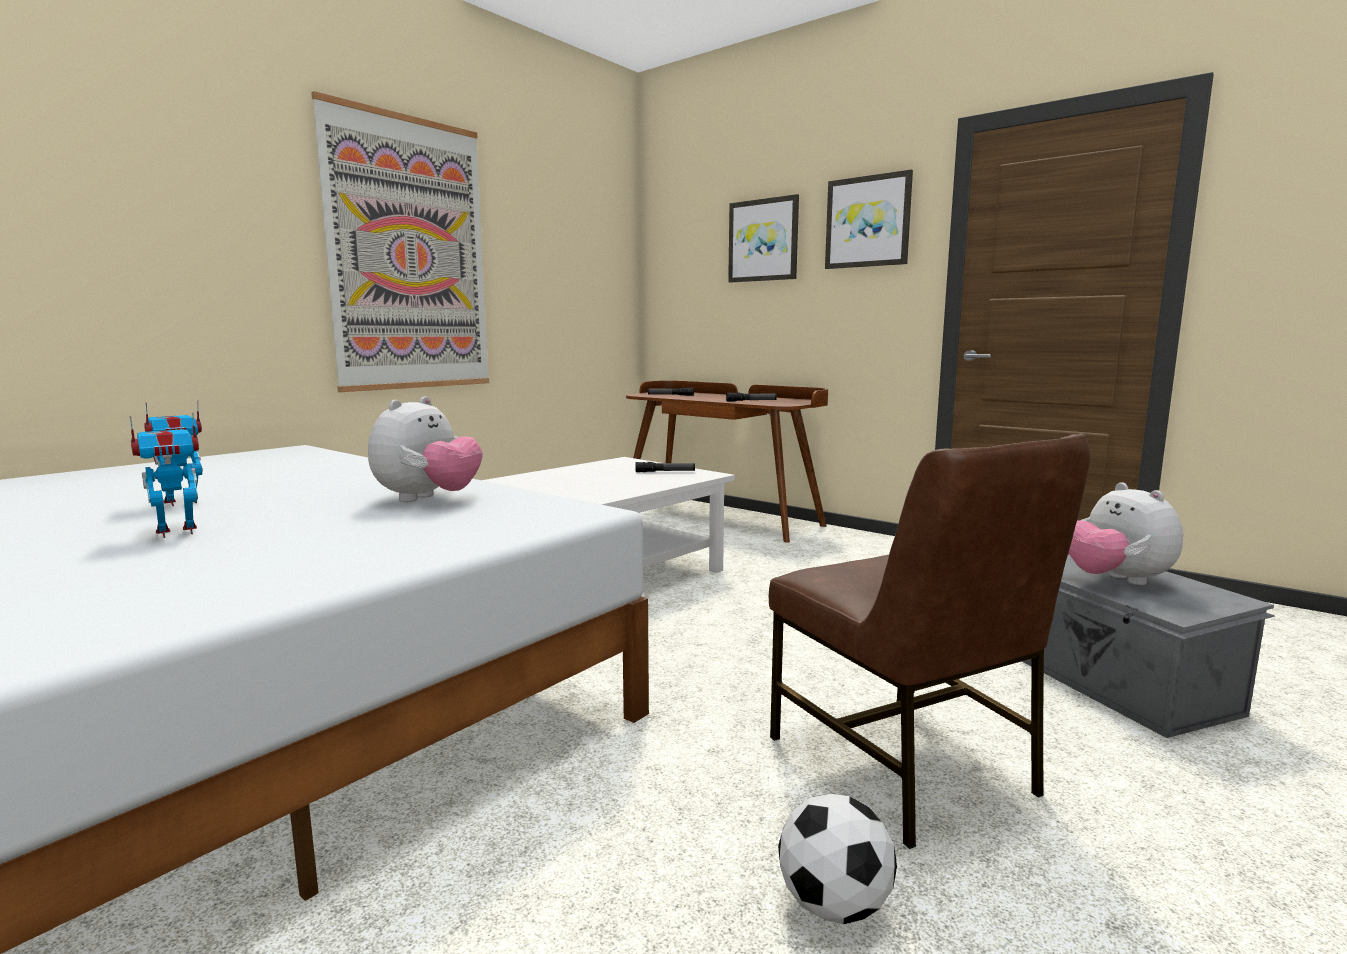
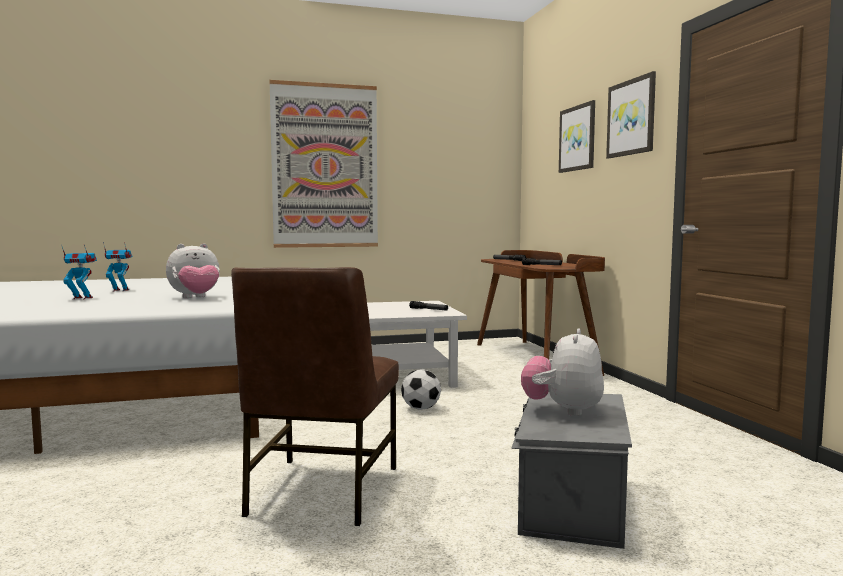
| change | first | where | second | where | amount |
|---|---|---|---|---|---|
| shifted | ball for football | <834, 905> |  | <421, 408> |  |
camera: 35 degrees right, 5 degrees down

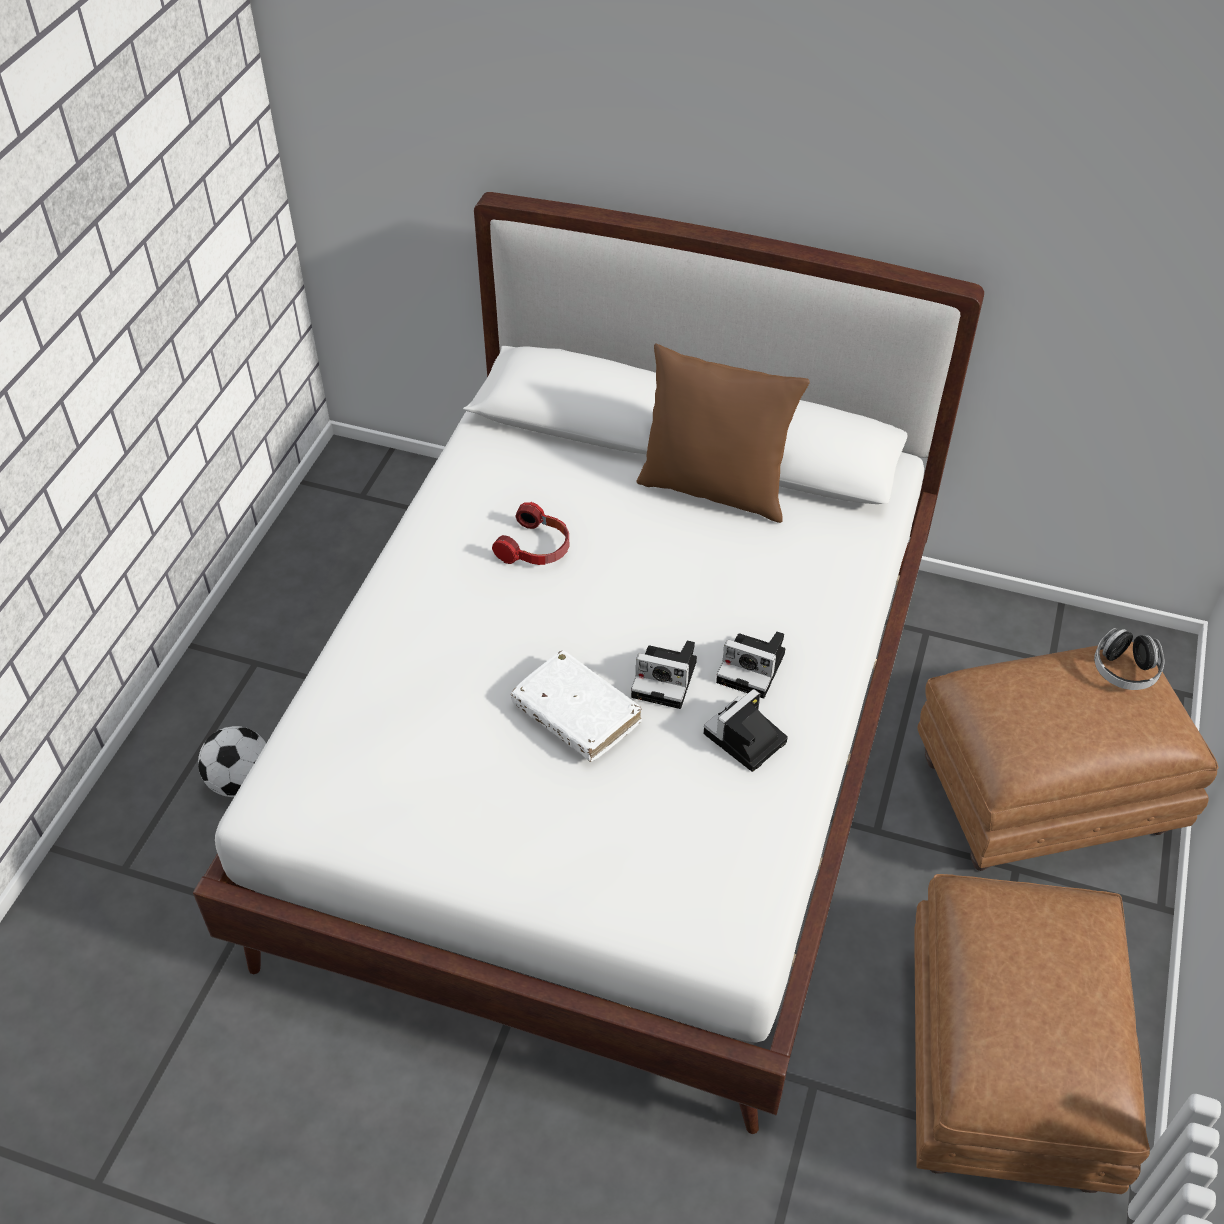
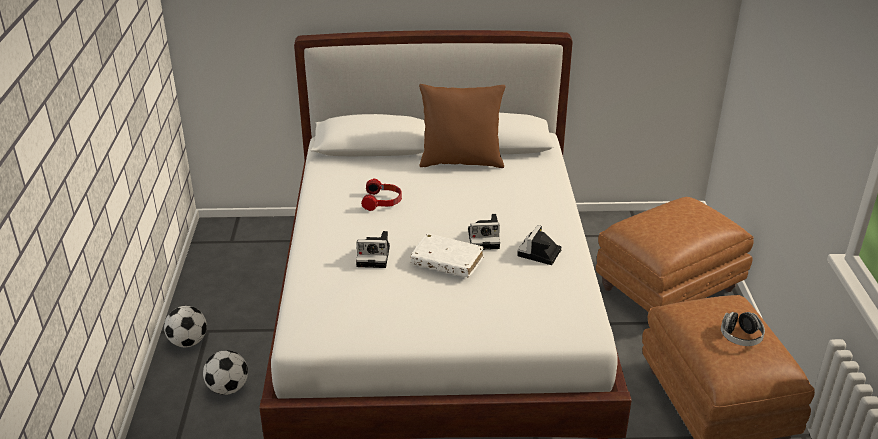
| change | first | where | second | where | amount |
|---|---|---|---|---|---|
| shifted | still camera | <754, 668> |  | <375, 256> |  |
| shifted | pair of headphones | <1124, 671> |  | <740, 337> |  |
| new |  |  | ball for football | <188, 342> |  |
camera: 20 degrees left, 15 degrees down

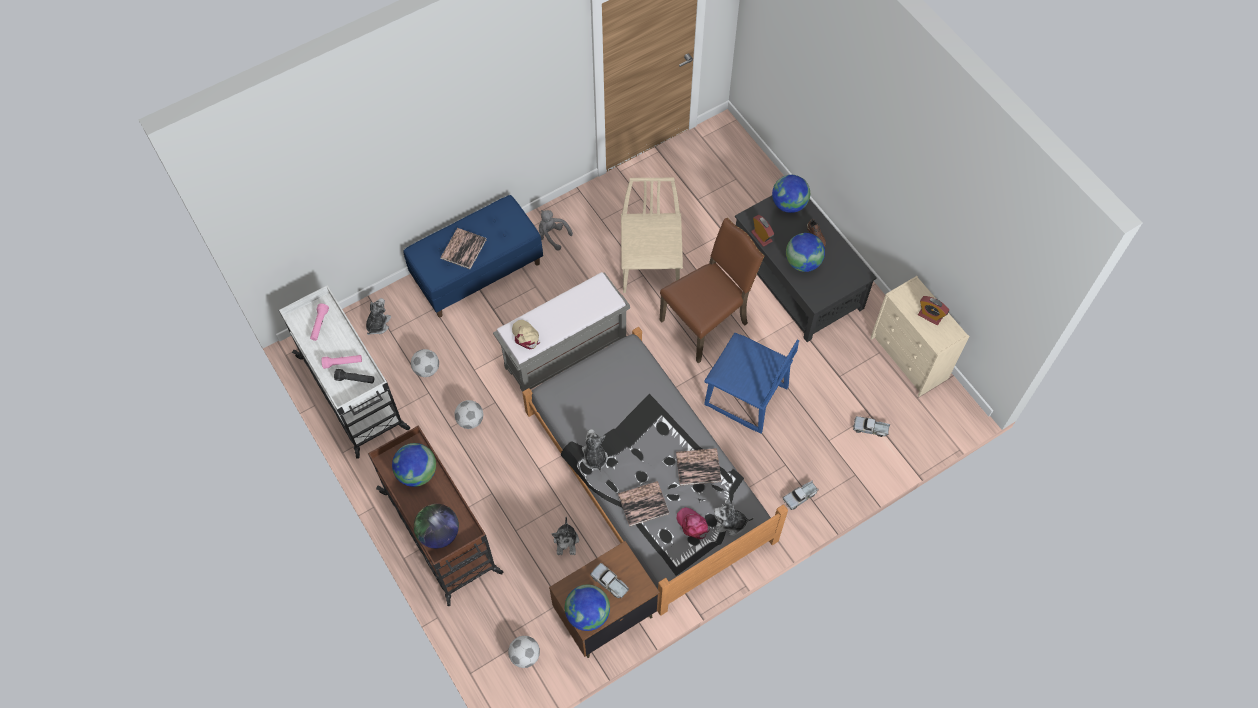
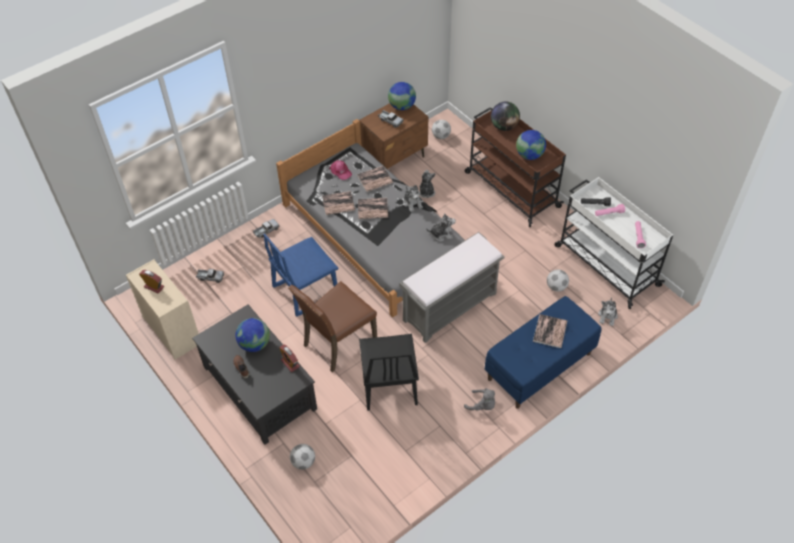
| change | first | where | second | where | amount |
|---|---|---|---|---|---|
| shifted | ball for football | <470, 420> |  | <303, 462> |  |
| gone | beige peaked cap | <525, 336> |  |  |  |
| repainted | beige upright chair | <651, 267> | black upright chair | <388, 385> |  |
| rotated | blue upright chair | <745, 397> |  | <305, 290> | 60 degrees counterclockwise |
| shifted | cuddly toy | <730, 523> |  | <441, 234> |  |
| gone | desk globe | <789, 204> |  |  |  |
| new |  |  | bound book | <372, 209> |  |
camera: 175 degrees right, 10 degrees down

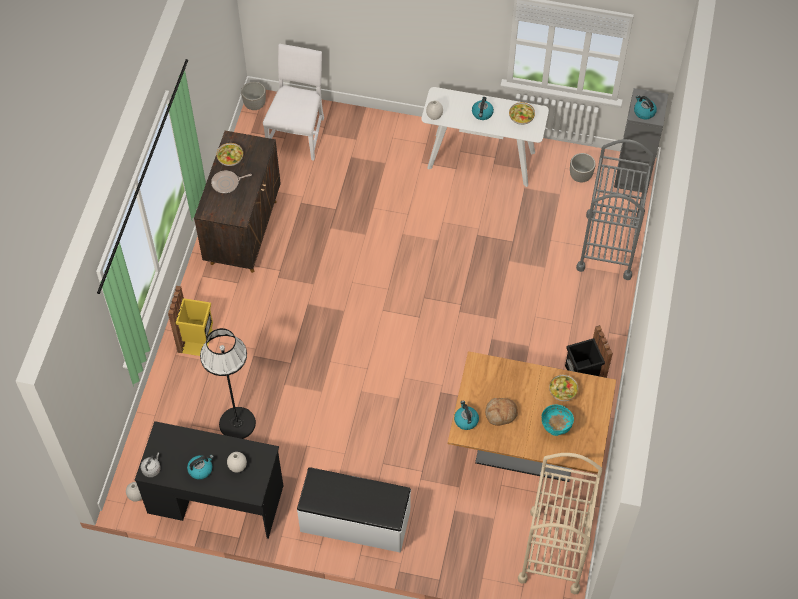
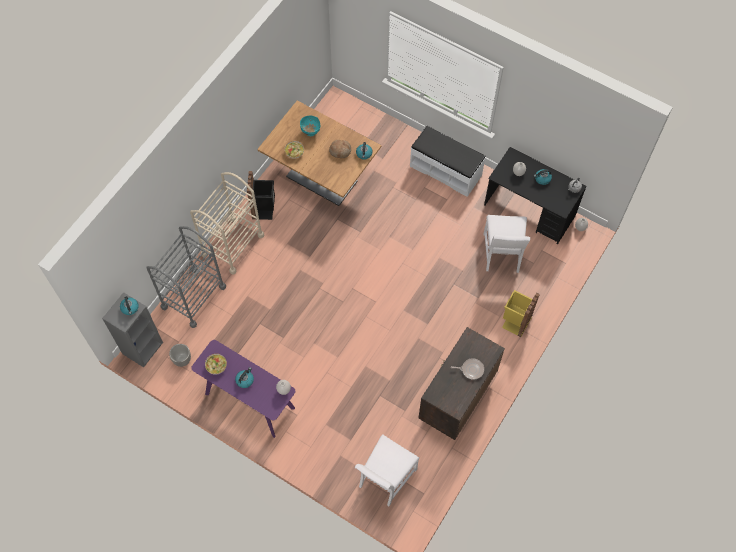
| change | first | where | second | where | amount |
|---|---|---|---|---|---|
| swapped | black standing lamp | <237, 423> | white-coloured upright chair | <502, 254> |  |
| gone | bowl | <230, 158> |  |  |  |
| gone | planter | <255, 105> |  |  |  |
| repainted | white-coloured console table | <481, 159> | purple-coloured console table | <249, 401> |  |
| shifted | beige cart | <554, 551> |  | <232, 245> |  |
camera: 160 degrees left, 5 degrees up

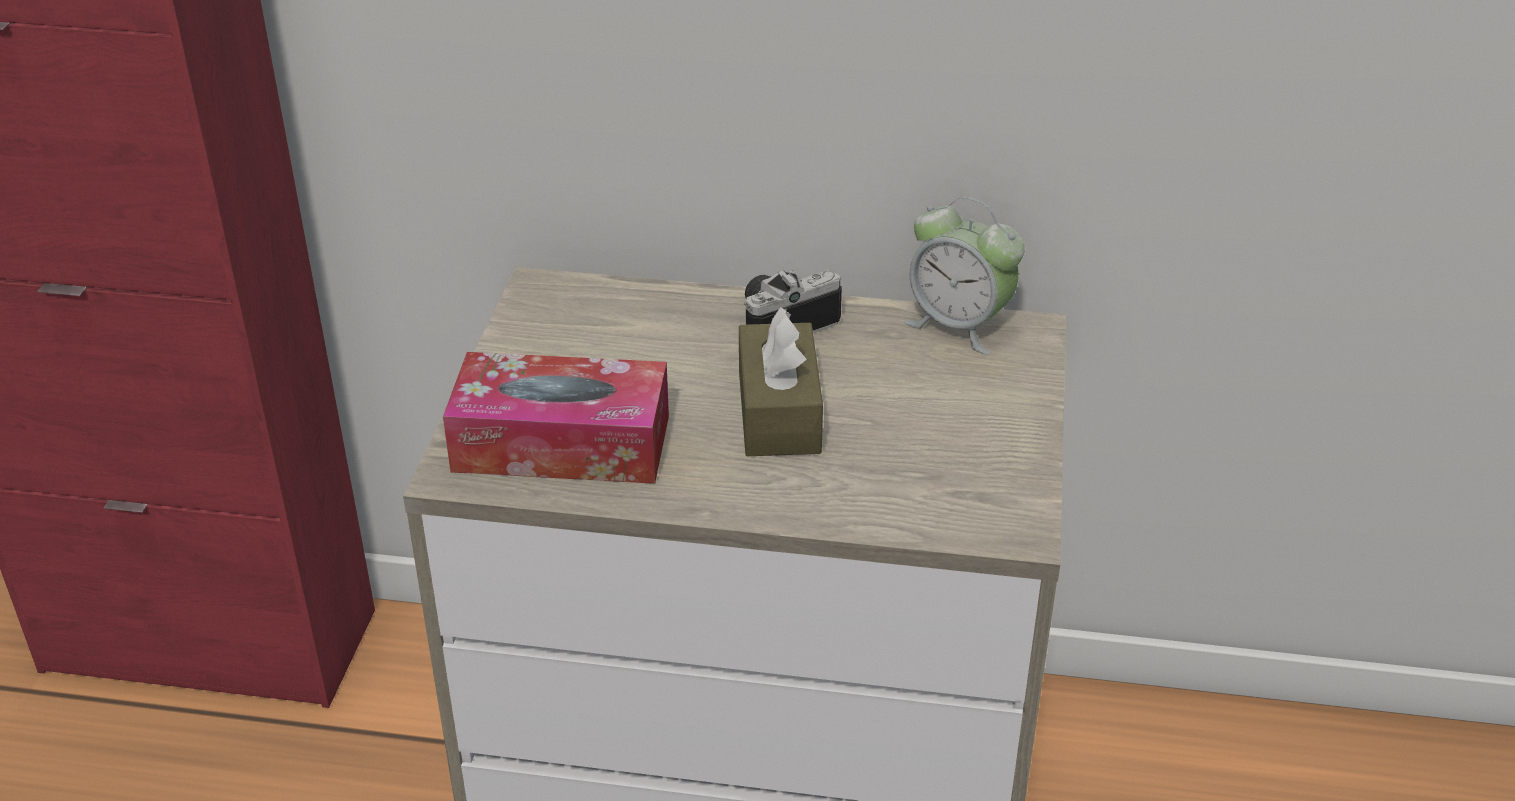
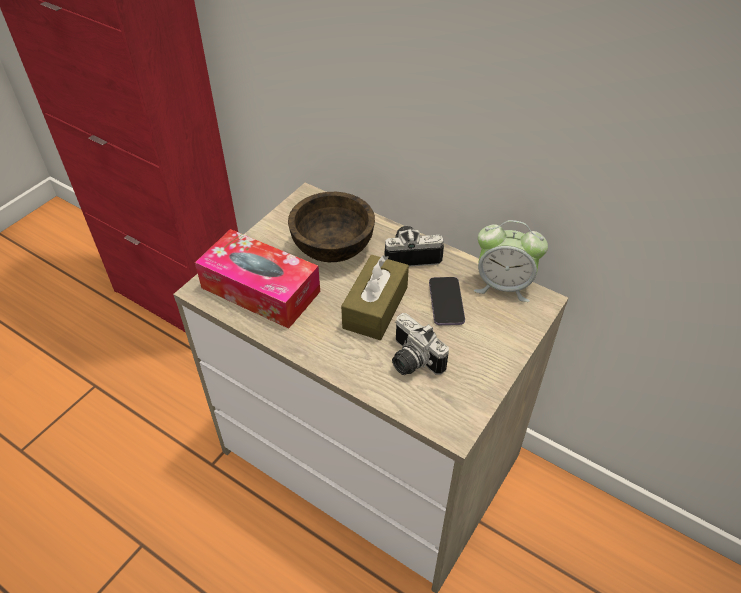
| change | first | where | second | where | amount |
|---|---|---|---|---|---|
| rotated | bedside clock | <959, 326> |  | <503, 285> | 45 degrees counterclockwise |
| new |  |  | brownish bowl | <332, 248> |  |
| new |  |  | still camera | <411, 361> |  |
| new |  |  | handset | <446, 302> |  |
camera: 25 degrees right, 10 degrees up

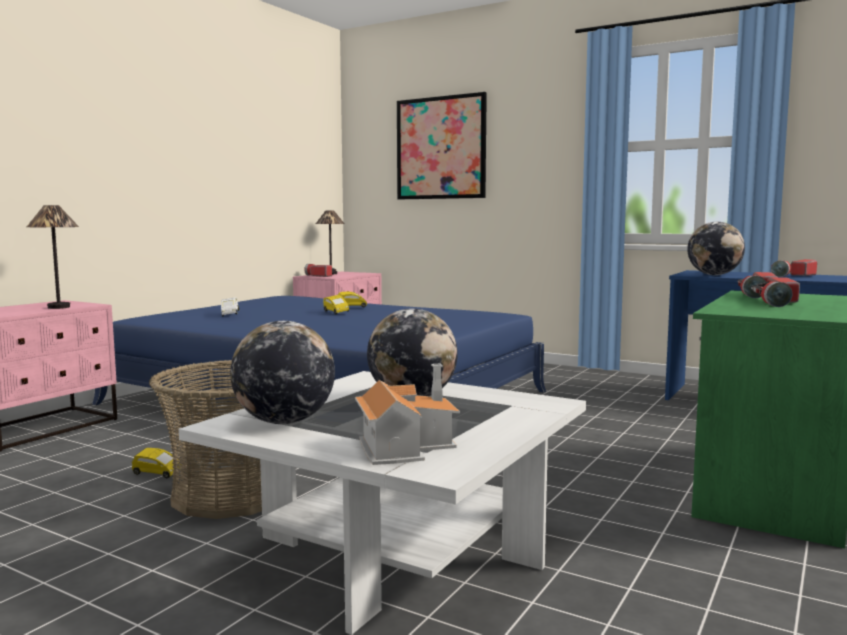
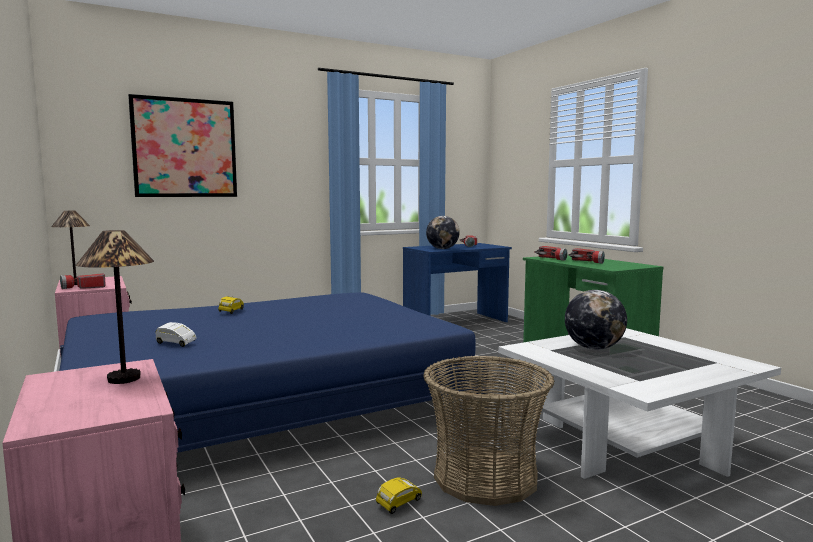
| change | first | where | second | where | amount |
|---|---|---|---|---|---|
| gone | desk globe | <284, 422> |  |  |  |
| gone | yellow miniature car | <335, 312> |  |  |  |
| gone | model house | <405, 445> |  |  |  |
camera: 60 degrees left, 0 degrees up

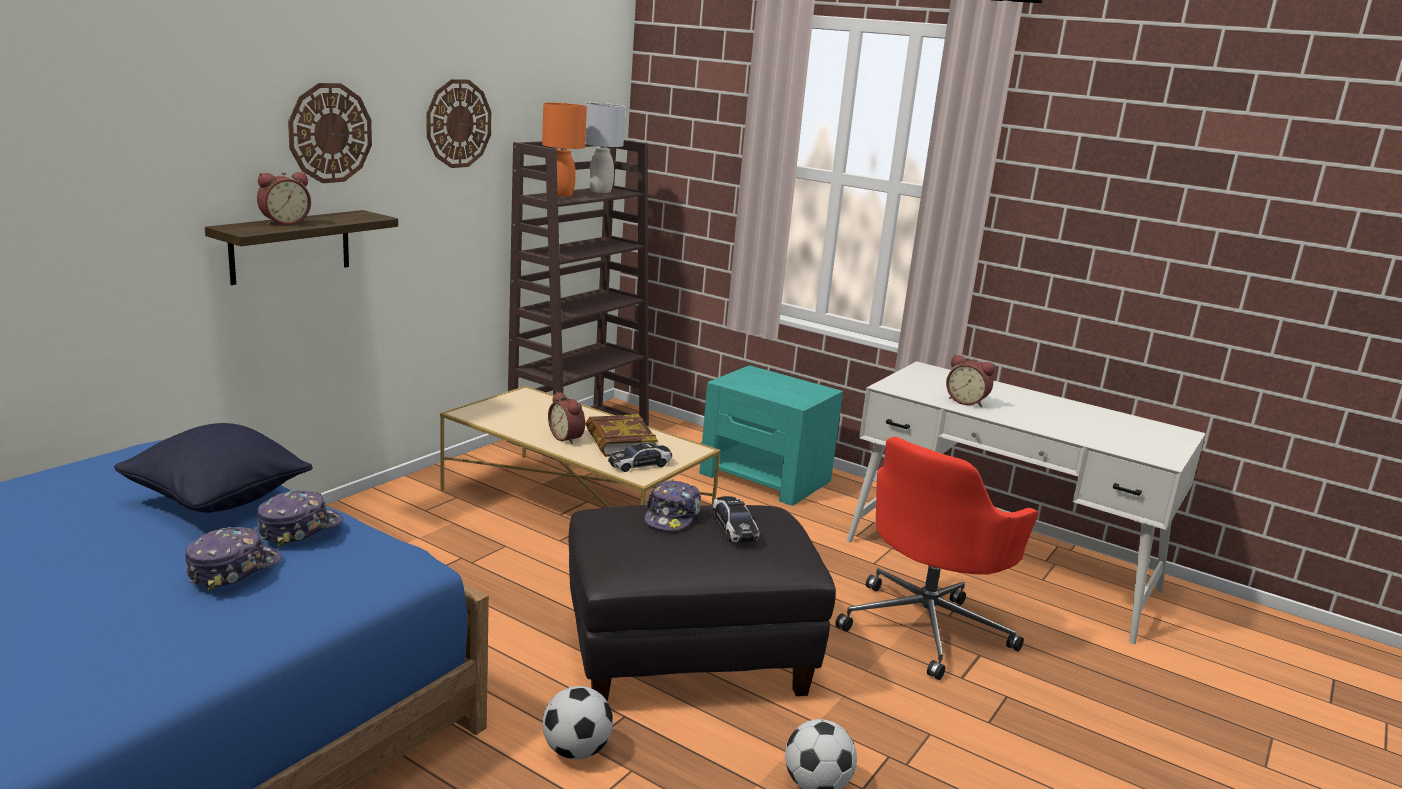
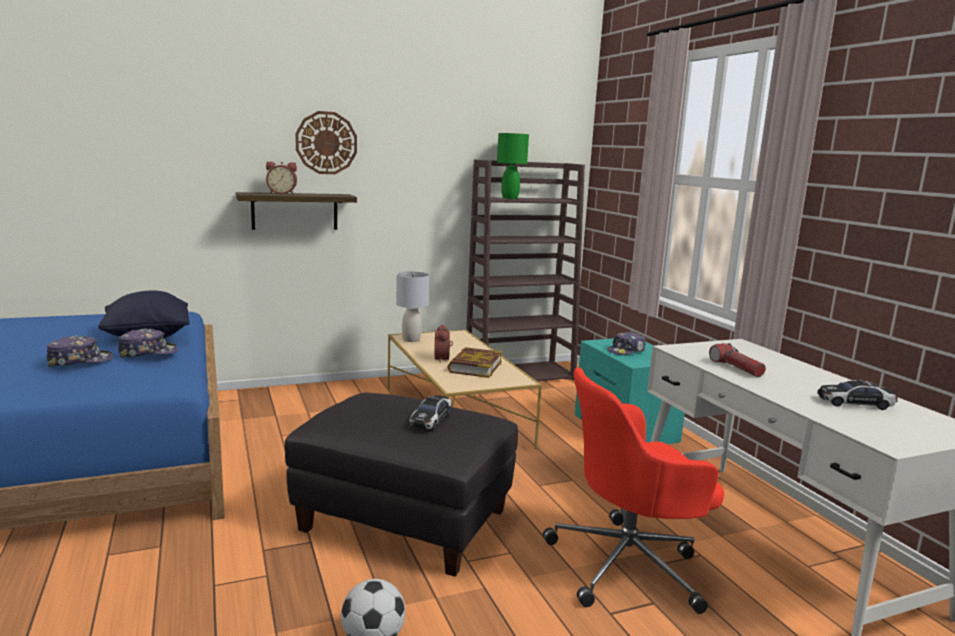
| change | first | where | second | where | amount |
|---|---|---|---|---|---|
| gone | clock on the wall | <458, 123> |  |  |  |
| repainted | orange-coloured tabletop lamp | <561, 195> | green tabletop lamp | <509, 198> |  |
| gone | ball for football | <576, 751> |  |  |  |
| shifted | greyish tabletop lamp | <600, 191> |  | <411, 339> |  |
| shifted | miniature car | <640, 464> |  | <855, 403> |  |
| shifted | peaked cap | <672, 516> |  | <626, 351> |  |
| swapped | bedside clock | <967, 401> | hand torch | <736, 368> |  |
camera: 35 degrees right, 5 degrees down

